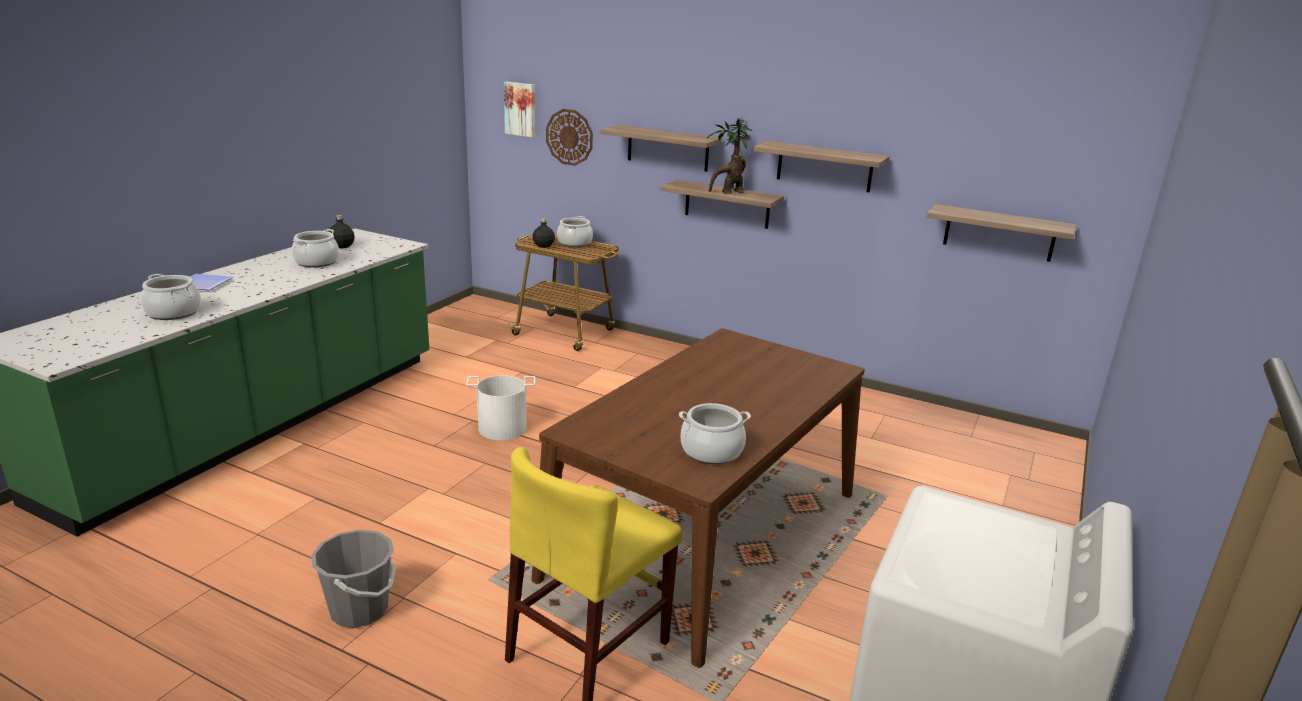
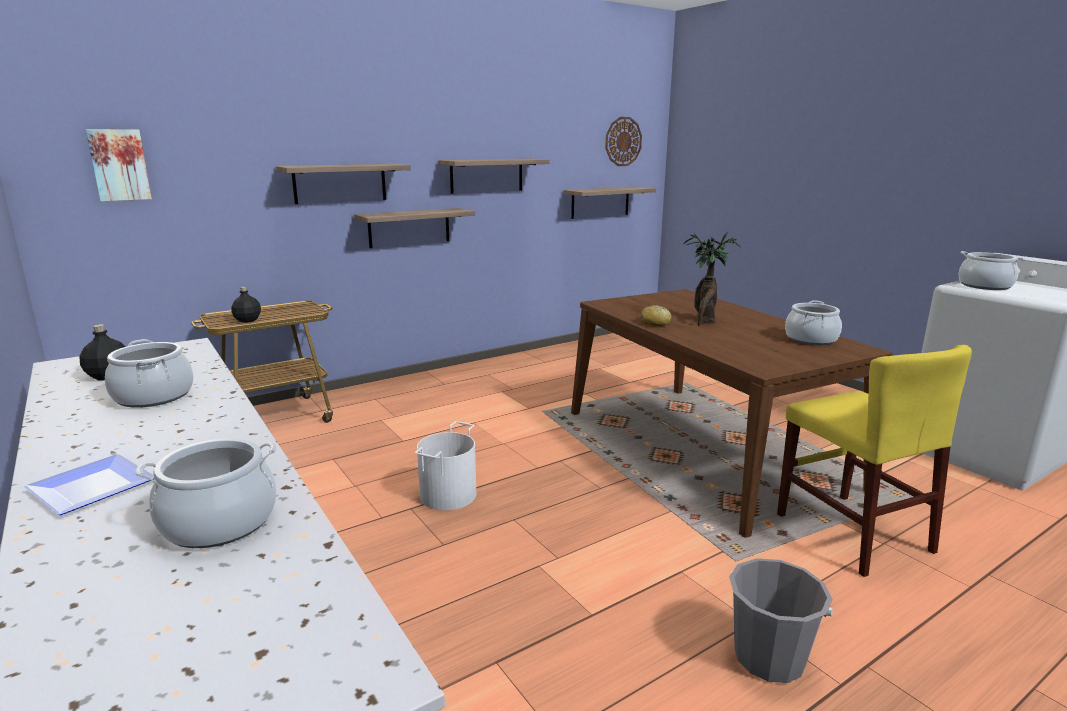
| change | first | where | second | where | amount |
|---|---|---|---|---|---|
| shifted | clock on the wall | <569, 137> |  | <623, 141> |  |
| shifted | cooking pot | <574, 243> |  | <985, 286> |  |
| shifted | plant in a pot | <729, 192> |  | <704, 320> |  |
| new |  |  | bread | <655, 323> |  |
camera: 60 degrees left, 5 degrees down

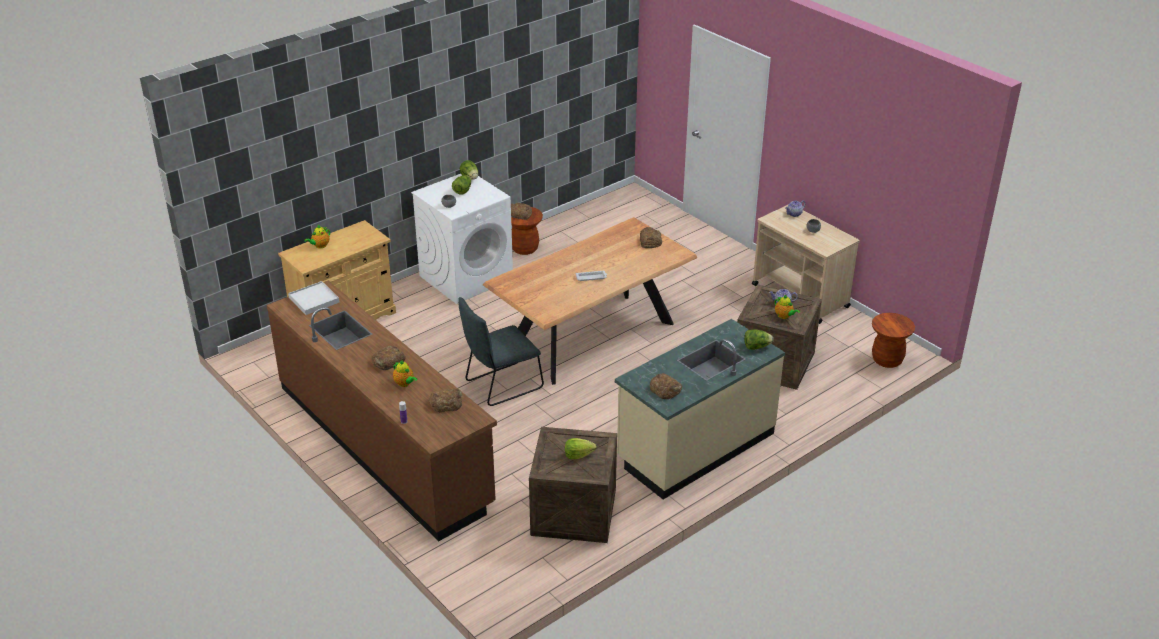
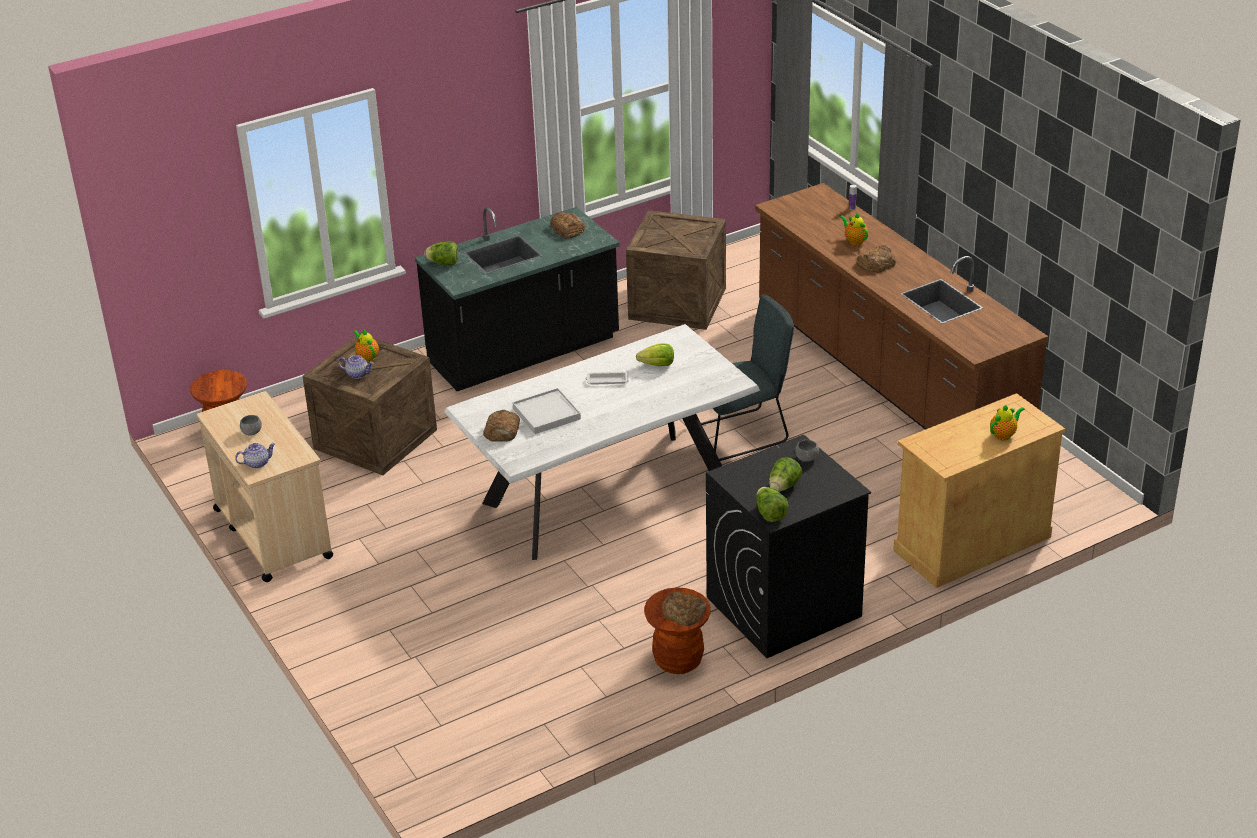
| change | first | where | second | where | amount |
|---|---|---|---|---|---|
| shifted | white-coloured tray | <314, 300> |  | <546, 414> |  |
| repainted | white-coloured laundry appliance | <466, 277> | black laundry appliance | <783, 607> |  |
| gone | bread | <446, 403> |  |  |  |
| repainted | brownish dining table | <591, 336> | white-coloured dining table | <606, 492> |  |
| shifted | head of lettuce | <578, 455> |  | <657, 365> |  |
| repainted | beige counter | <695, 447> | black counter | <524, 352> |  |
camera: 170 degrees left, 0 degrees up

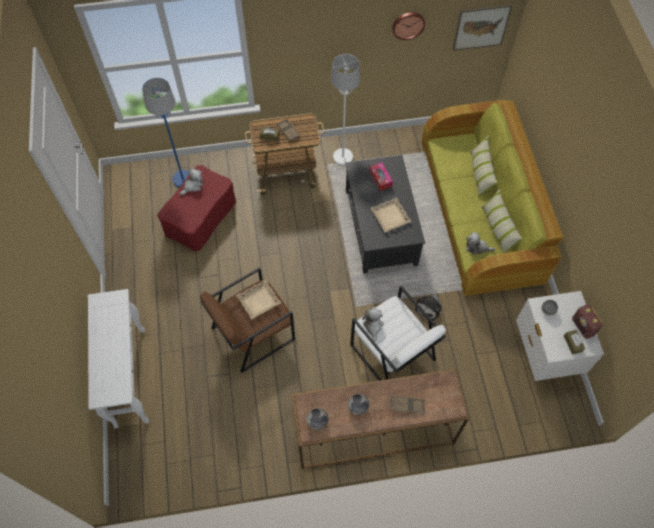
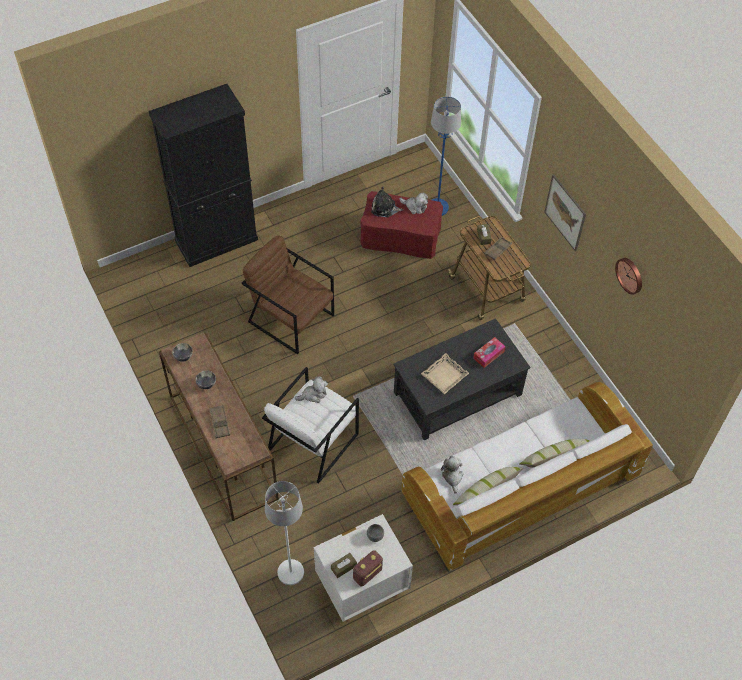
| change | first | where | second | where | amount |
|---|---|---|---|---|---|
| swapped | white-coloured console table | <129, 376> | black cupboard | <217, 240> |  |
| gone | beige tray | <259, 301> |  |  |  |
| shifted | white-coloured standing lamp | <343, 157> |  | <291, 572> |  |
| shifted | cuddly toy | <429, 307> |  | <385, 208> |  |
| repainted | green sofa | <480, 212> | white-coloured sofa | <520, 487> |  |
| shifted | wall picture | <481, 27> |  | <565, 212> |  |
camera: 70 degrees right, 5 degrees down

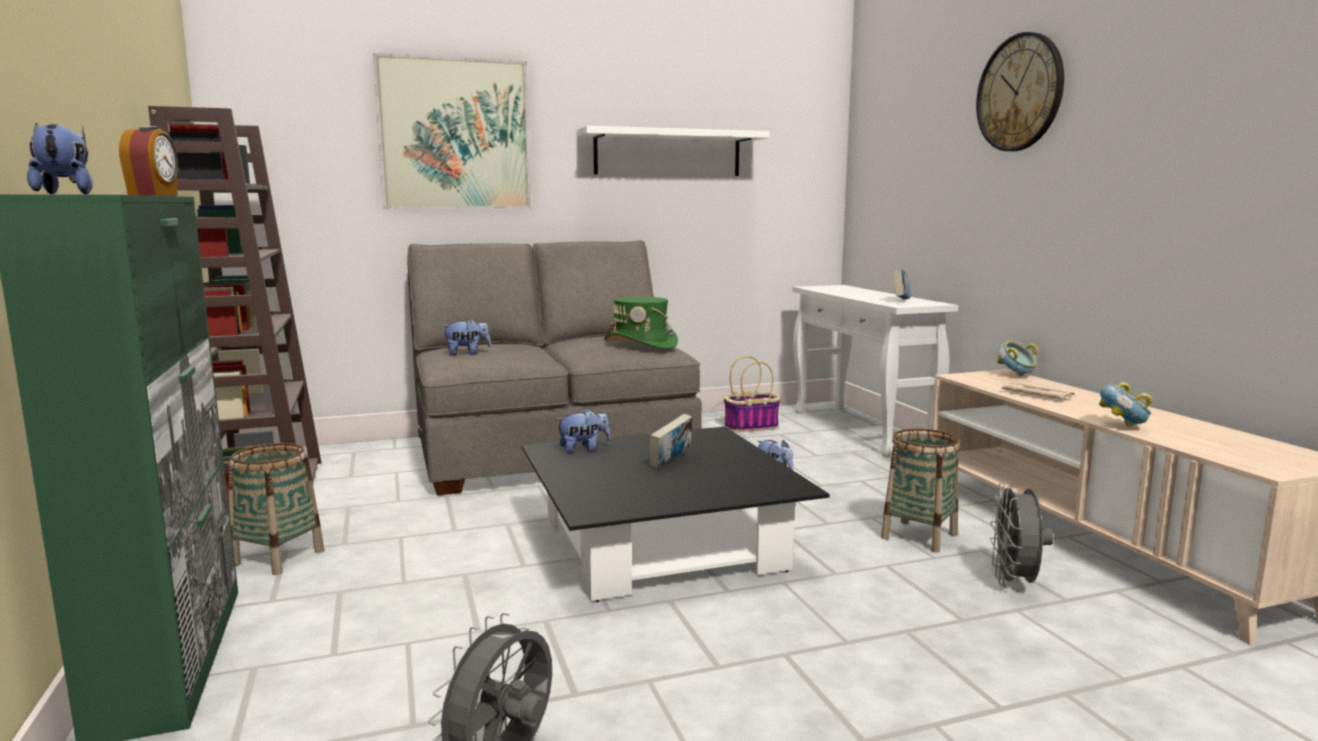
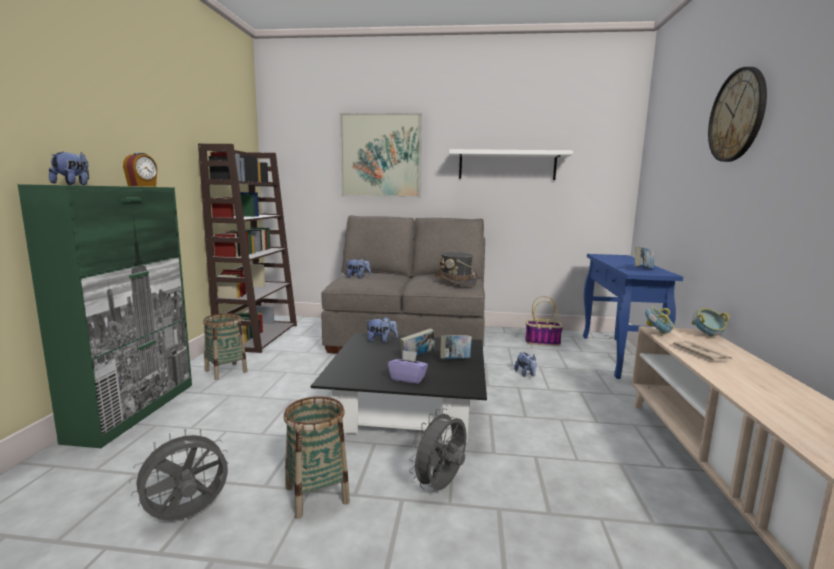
| change | first | where | second | where | amount |
|---|---|---|---|---|---|
| repainted | green hat | <641, 344> | greyish hat | <456, 282> |  |
| repainted | white-coloured console table | <861, 431> | blue console table | <617, 357> |  |
| shifted | storage basket | <919, 536> |  | <316, 494> |  |
| shifted | greyish fan | <1014, 583> |  | <441, 487> |  |
| shifted | bowl | <1122, 426> |  | <657, 333> |  |
| new |  |  | purple-coloured tissue holder | <408, 378> |  |
| new |  |  | bound book | <455, 360> |  |
camera: 25 degrees right, 0 degrees up

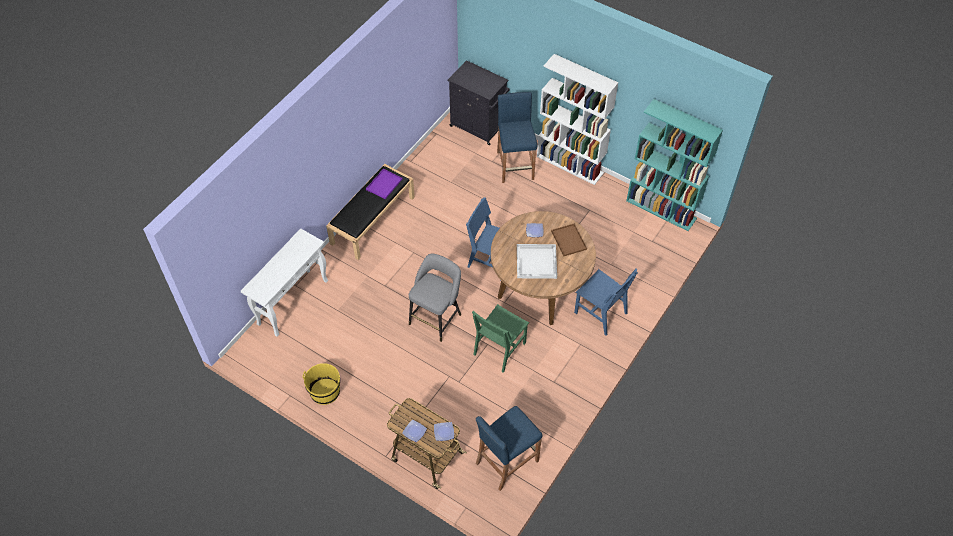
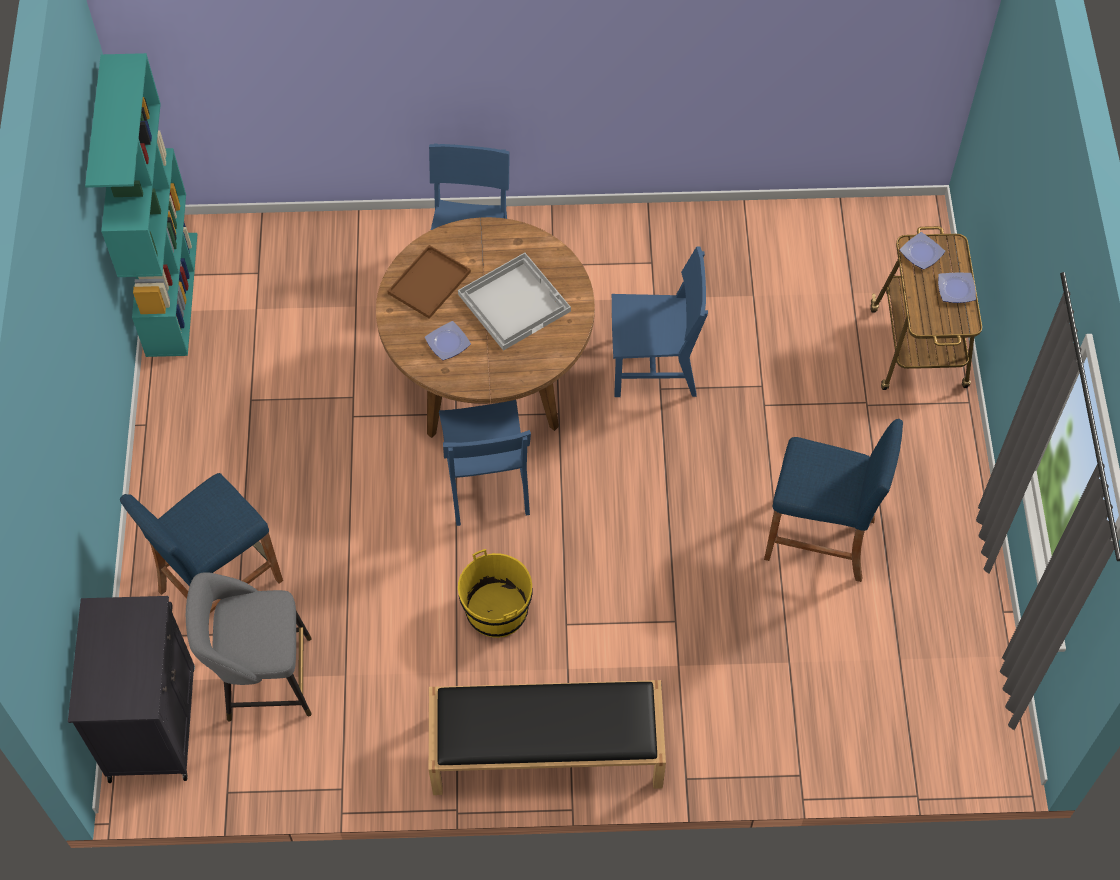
| change | first | where | second | where | amount |
|---|---|---|---|---|---|
| gone | white-coloured console table | <293, 302> |  |  |  |
| shifted | yellow bucket | <325, 391> |  | <496, 610> |  |
| gone | purple-coloured tray | <384, 185> |  |  |  |
| shifted | greyish sitting stool | <436, 317> |  | <262, 679> |  |
| repainted | green upright chair | <499, 348> | blue upright chair | <654, 367> |  |
| shifted | blue sitting stool | <507, 462> |  | <819, 539> |  |
| gone | white-coloured bookcase | <570, 164> |  |  |  |
camera: 125 degrees left, 5 degrees up

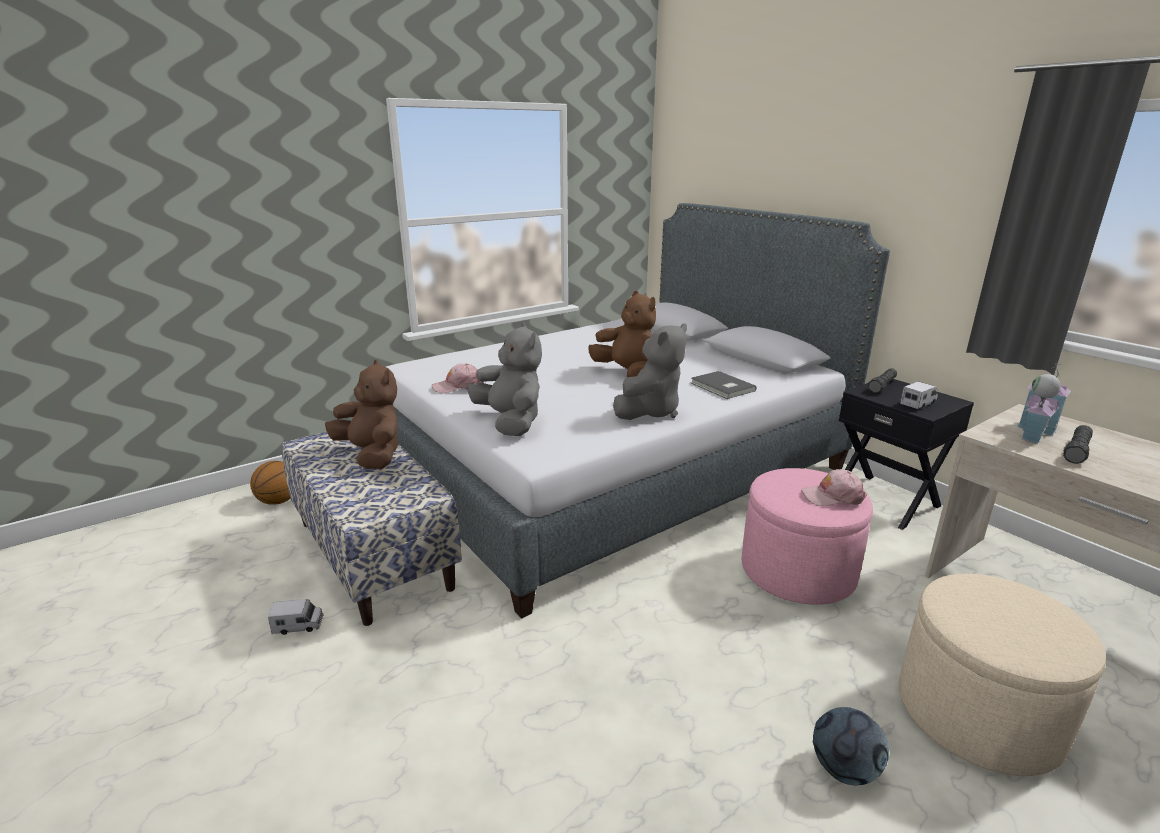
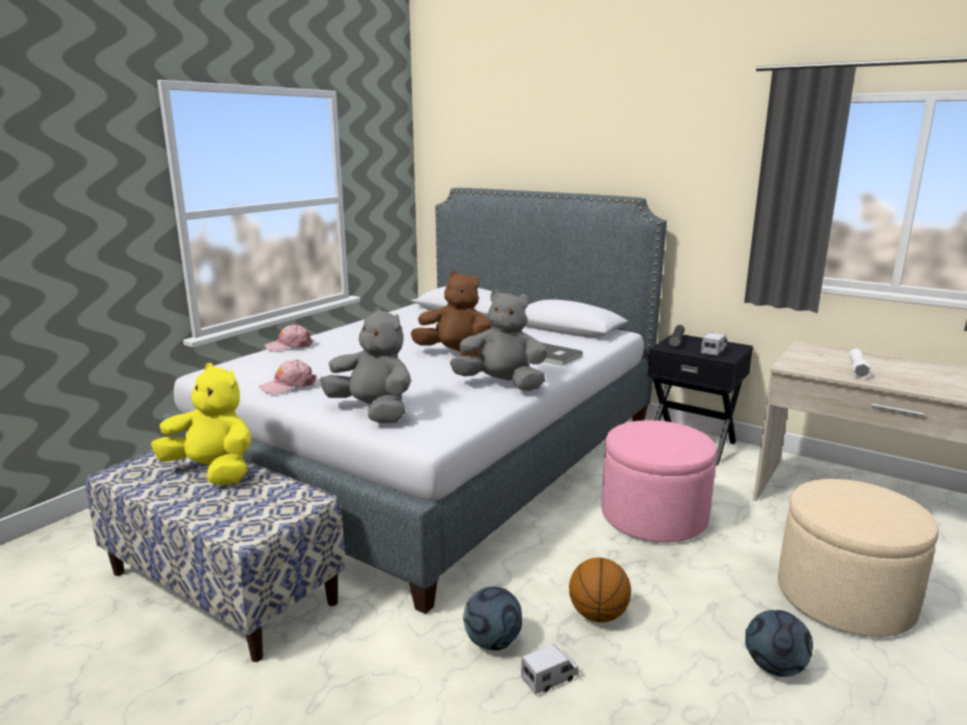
| change | first | where | second | where | amount |
|---|---|---|---|---|---|
| shifted | basketball ball | <278, 501> |  | <598, 615> |  |
| shifted | toy truck | <298, 626> |  | <550, 678> |  |
| repainted | brownish cuddly toy | <372, 455> | yellow cuddly toy | <213, 472> |  |
| rotated | greyish cuddly toy | <650, 411> |  | <502, 384> | 90 degrees counterclockwise |
| shifted | pink peaked cap | <832, 496> |  | <289, 346> |  |
| gone | model house | <1034, 432> |  |  |  |
| repainted | black hand torch | <1076, 451> | white-coloured hand torch | <857, 369> |  |
| new |  |  | ball for football | <493, 642> |  |
camera: 20 degrees left, 5 degrees down

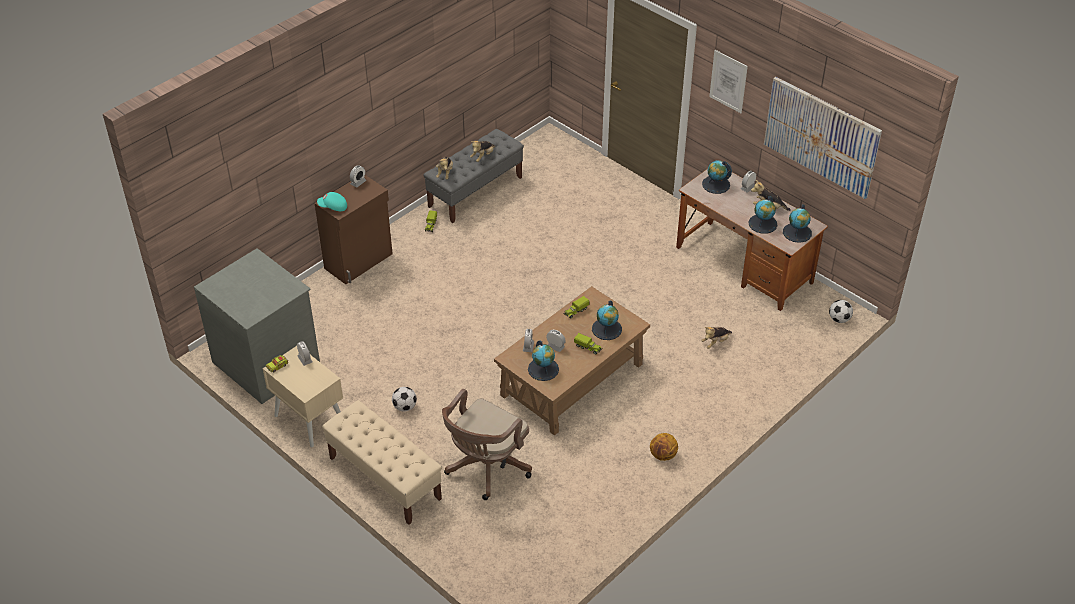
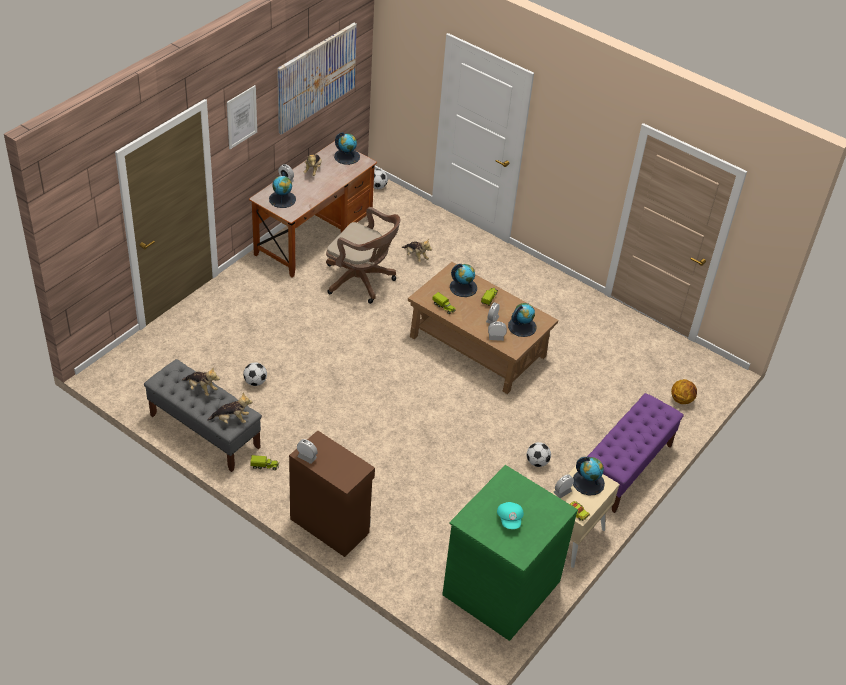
| change | first | where | second | where | amount |
|---|---|---|---|---|---|
| repainted | greyish dresser | <267, 362> | green dresser | <500, 587> |  |
| shifted | turquoise peaked cap | <333, 207> |  | <510, 519> |  |
| repainted | beige long seat | <384, 478> | purple-coloured long seat | <626, 468> |  |
| shifted | brownish desk chair | <485, 468> |  | <362, 281> |  |
| shifted | basketball ball | <663, 455> |  | <682, 400> |  |
| shifted | desk globe | <763, 224> |  | <588, 482> |  |
| new |  |  | ball for football | <255, 382> |  |
camera: 100 degrees left, 0 degrees up

